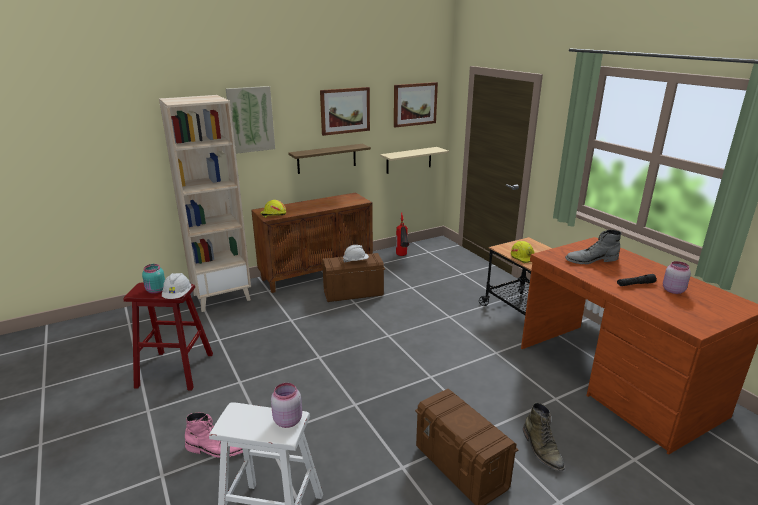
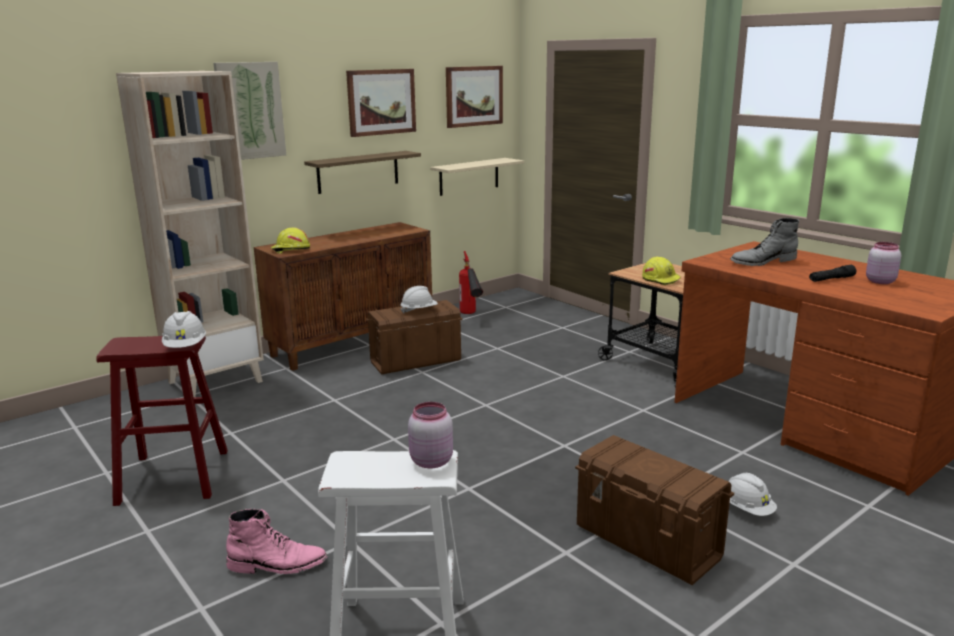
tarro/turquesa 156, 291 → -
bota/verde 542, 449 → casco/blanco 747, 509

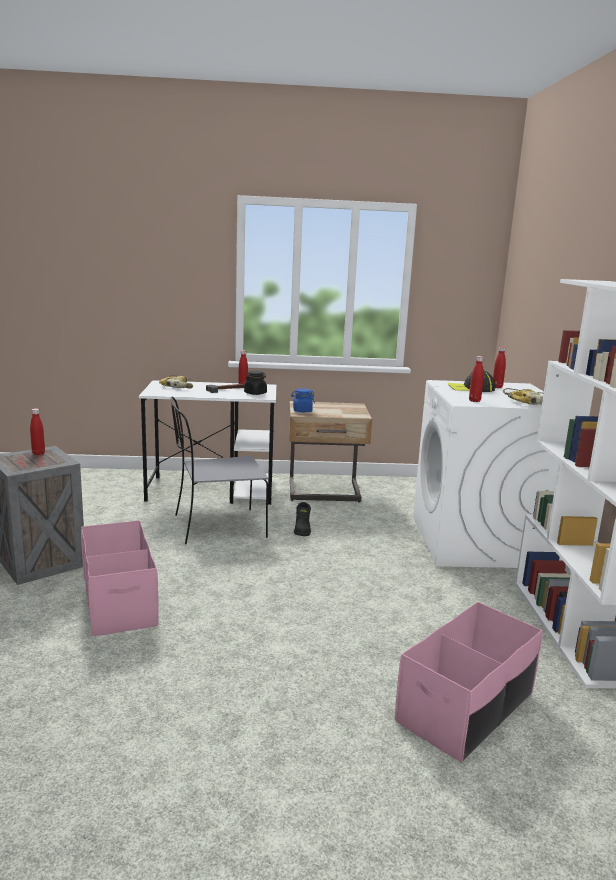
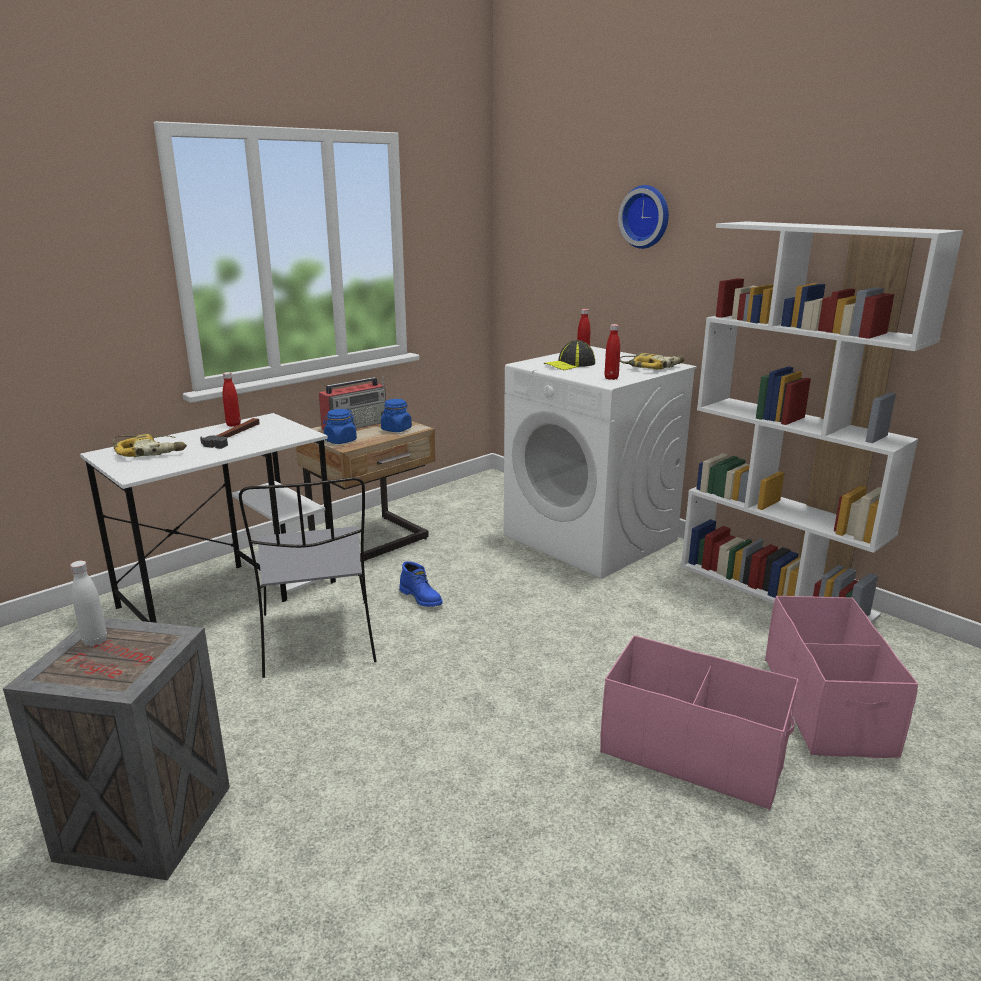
botella/rojo 38, 453 → botella/blanco 95, 641
caja de almacenaje/rosa 119, 601 → caja de almacenaje/rosa 692, 752, move
silla/gris 217, 527 → silla/gris 318, 640, 45 degrees counterclockwise
tarro/negro 255, 393 → -
bota/negro 302, 530 → bota/azul 421, 598
- → radio 356, 425
- → tarro/azul 396, 429
- → reloj de pared 646, 217

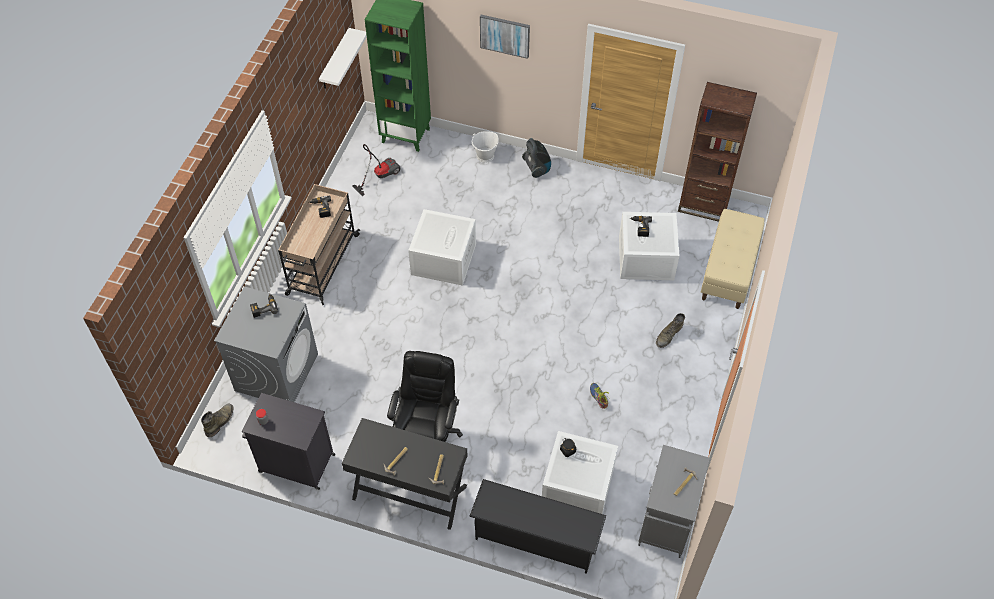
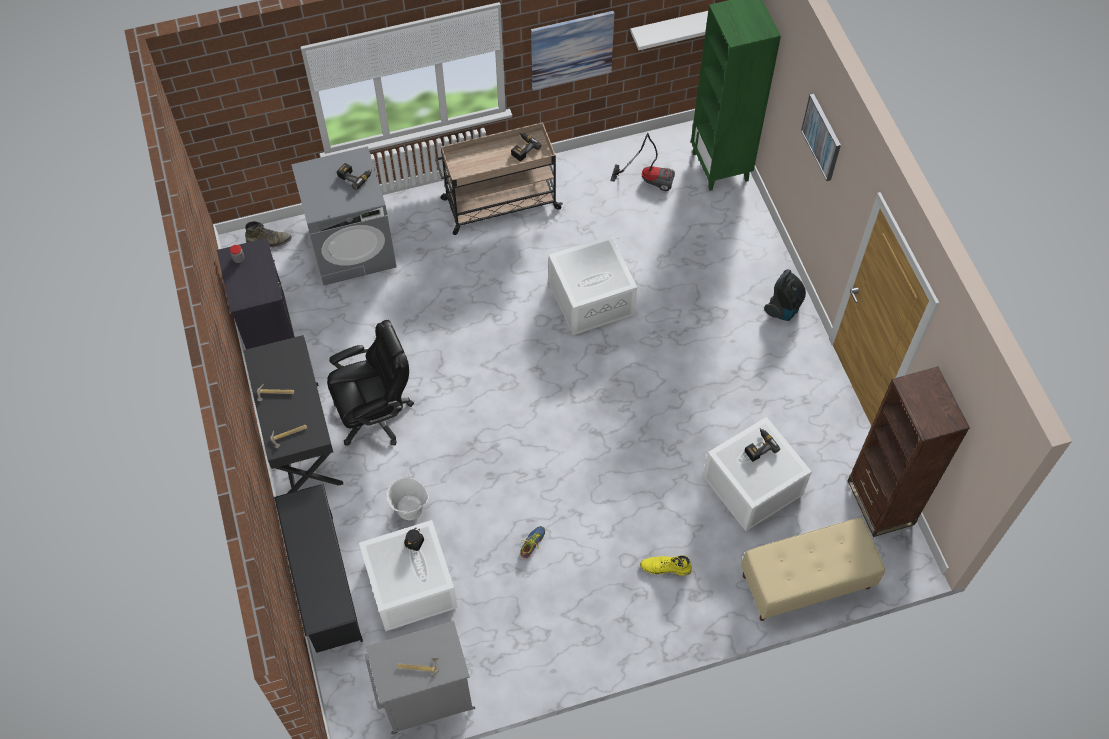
cubo/blanco 485, 156 → cubo/blanco 409, 508, move
bota/verde 668, 335 → bota/amarillo 665, 567
- → cuadro 571, 50

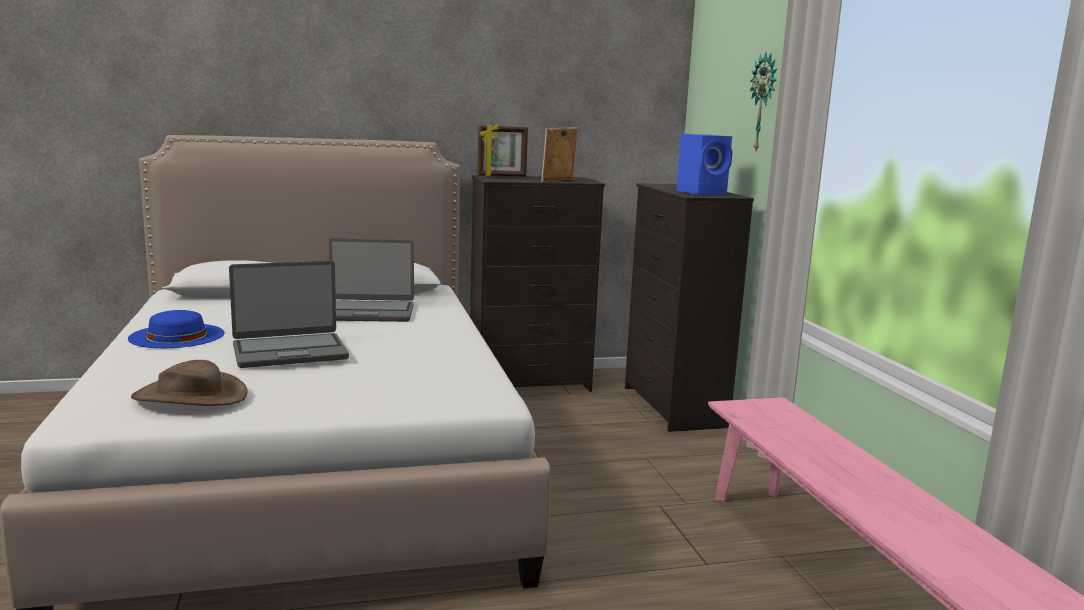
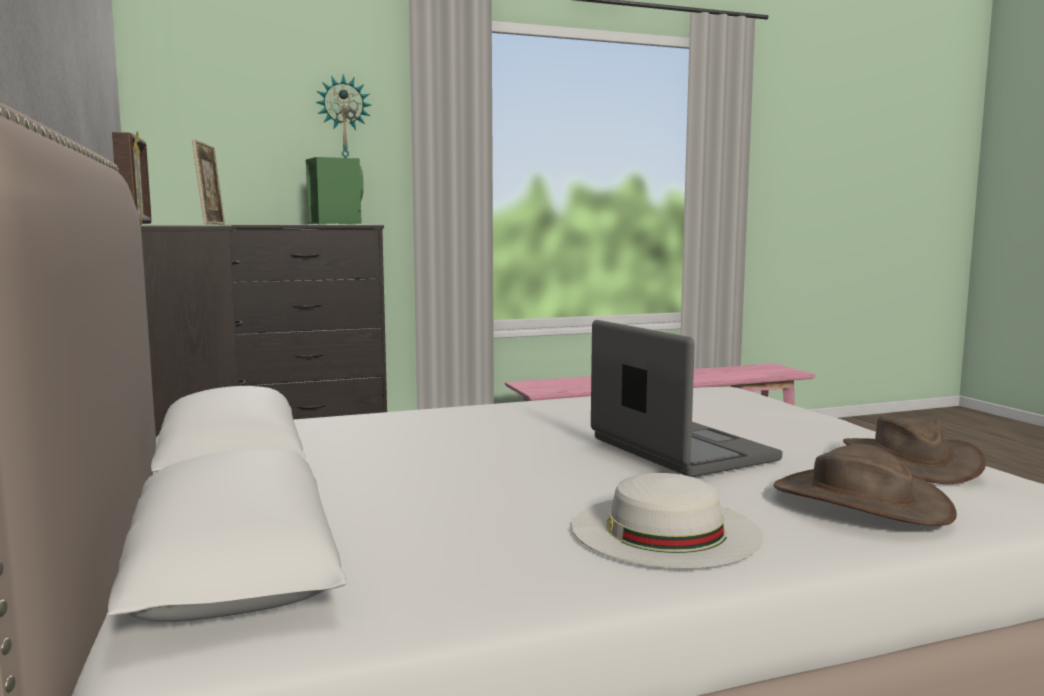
sombrero/azul 177, 336 → sombrero/blanco 665, 530
portátil 369, 312 → -
portarretratos 558, 181 → portarretratos 212, 224, 135 degrees counterclockwise
altavoz/azul 703, 193 → altavoz/verde 335, 224
- → sombrero/marrón 859, 501

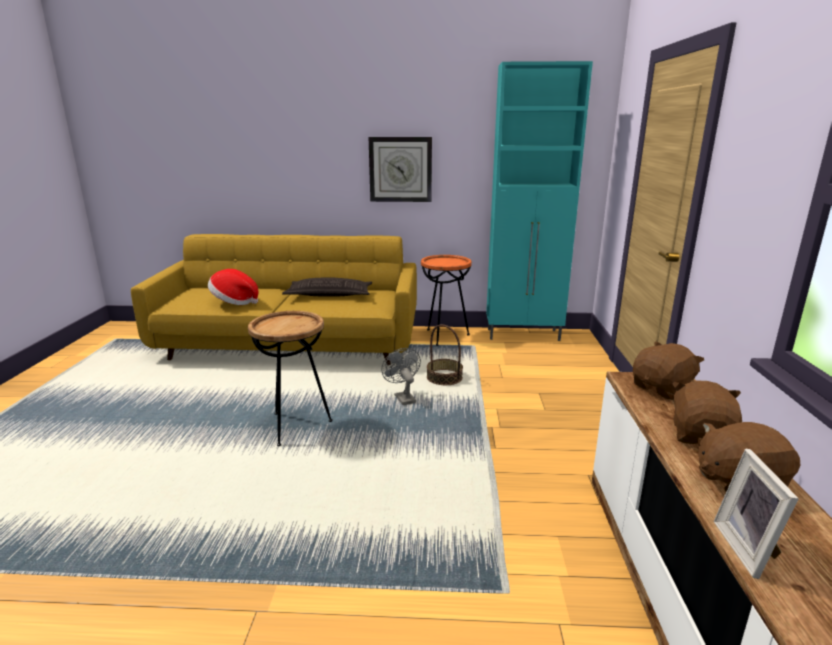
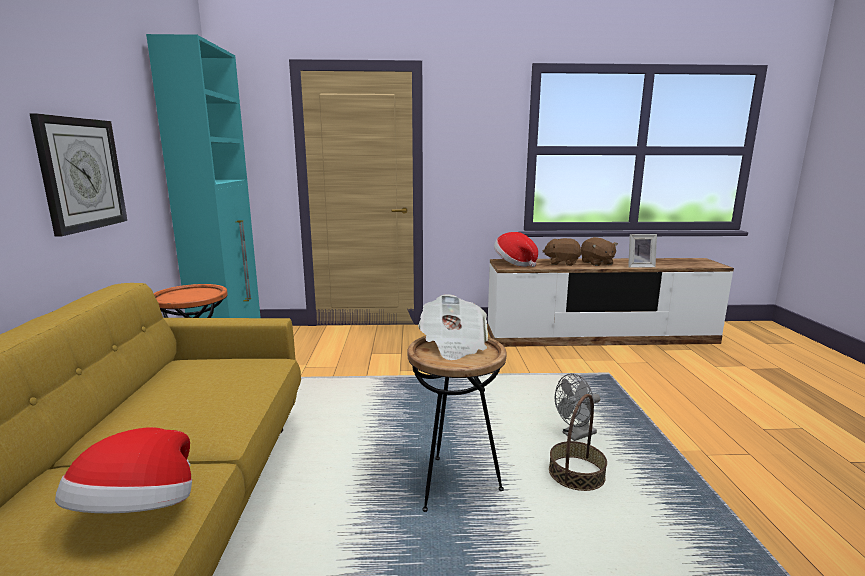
cojín 329, 295 → -
ventilador/gris 403, 397 → ventilador/gris 575, 435, move
cesta 444, 377 → cesta 576, 473, move
peluche/marrón 662, 389 → sombrero 514, 263
- → periódico 453, 345

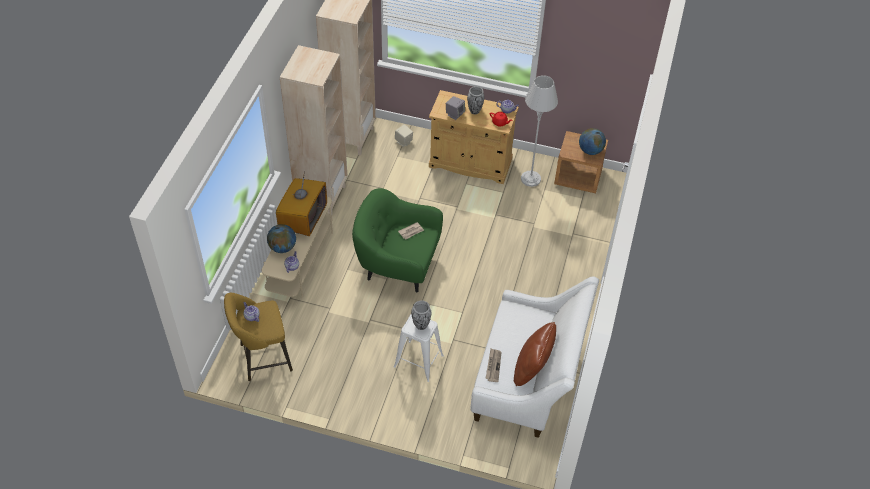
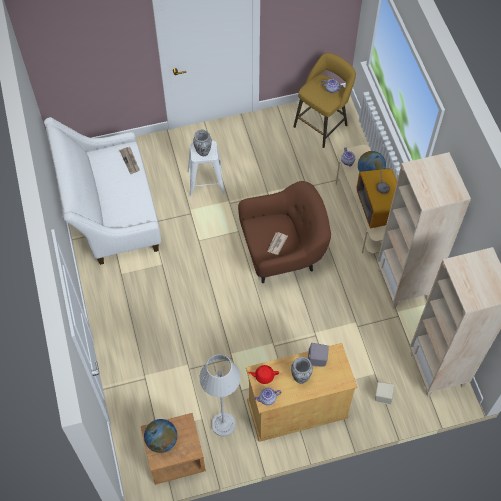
sillón/verde 397, 265 → sillón/marrón 282, 253
cojín/marrón 532, 368 → -

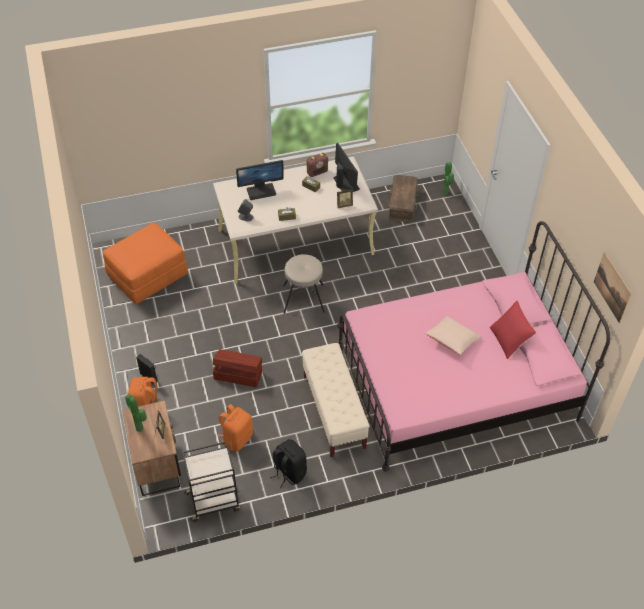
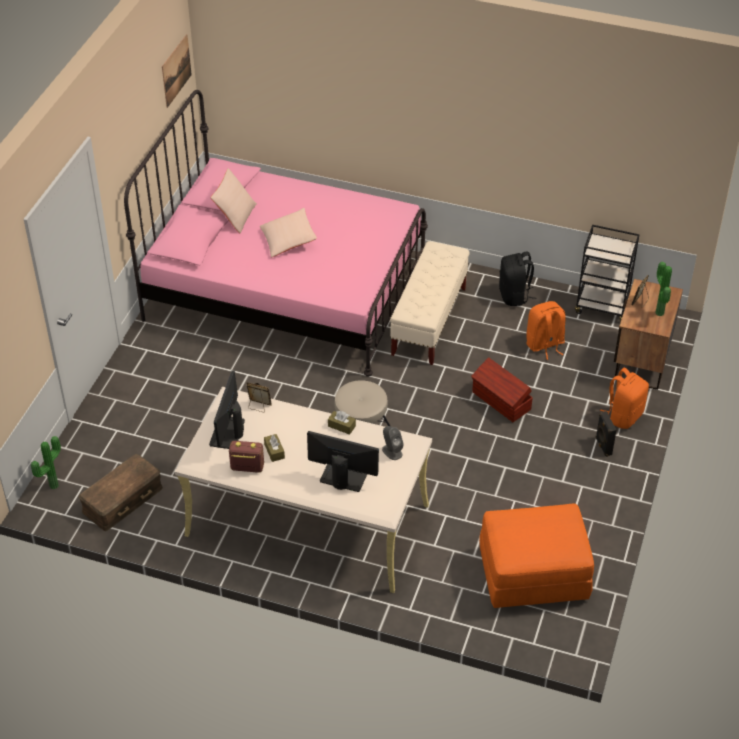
cojín/rojo 509, 340 → cojín/beis 235, 216

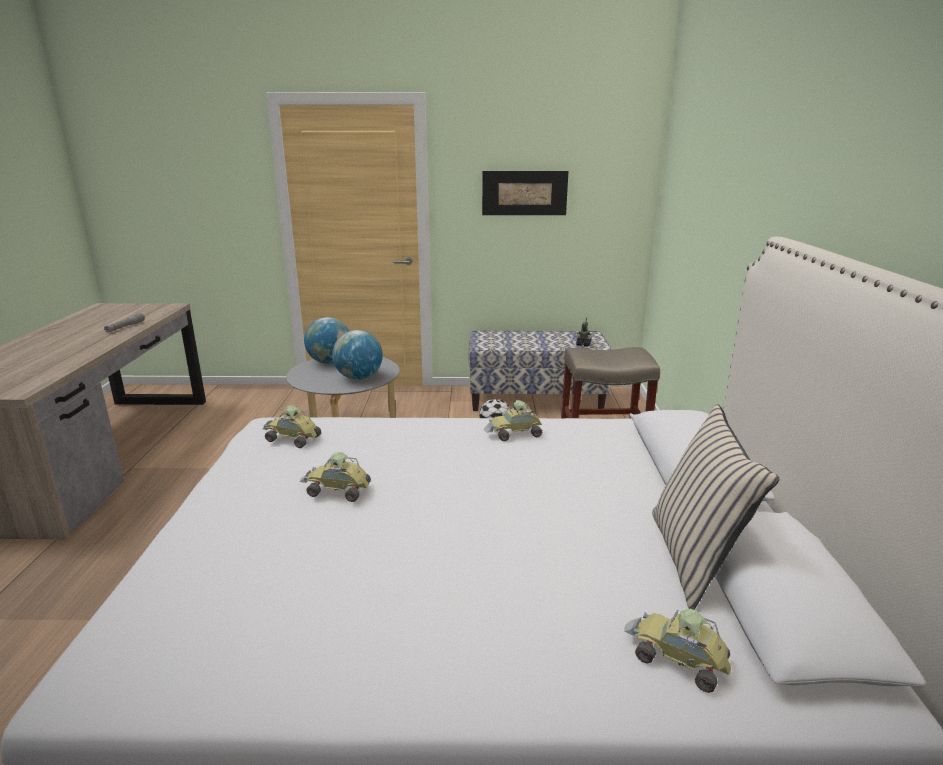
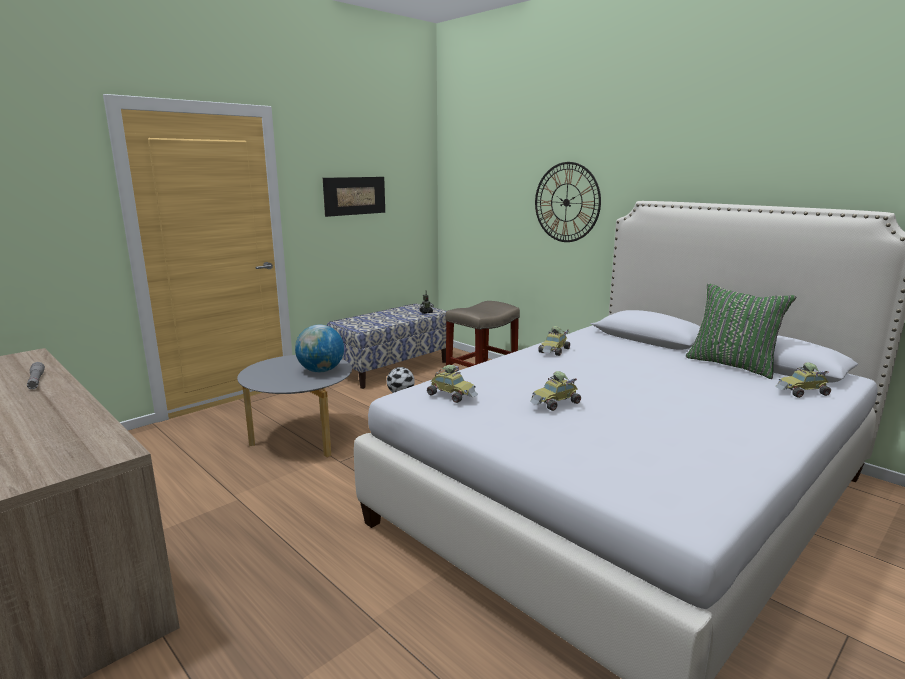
coche de juguete 291, 438 → coche de juguete 452, 395, 120 degrees counterclockwise
globo terráqueo 330, 362 → -
cojín/beis 695, 558 → cojín/verde 732, 365
- → reloj de pared 566, 202

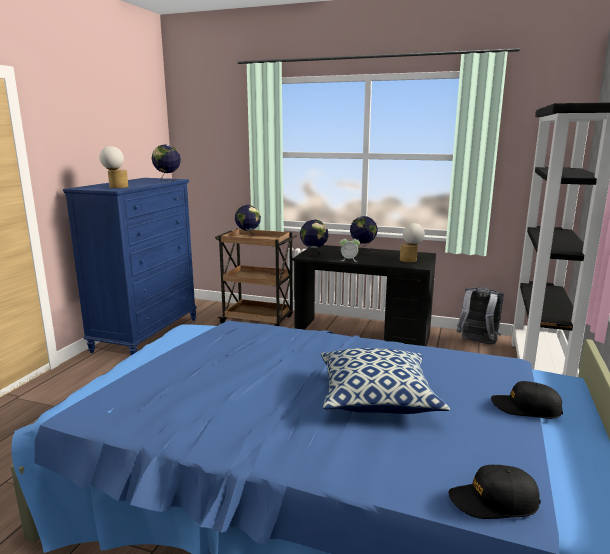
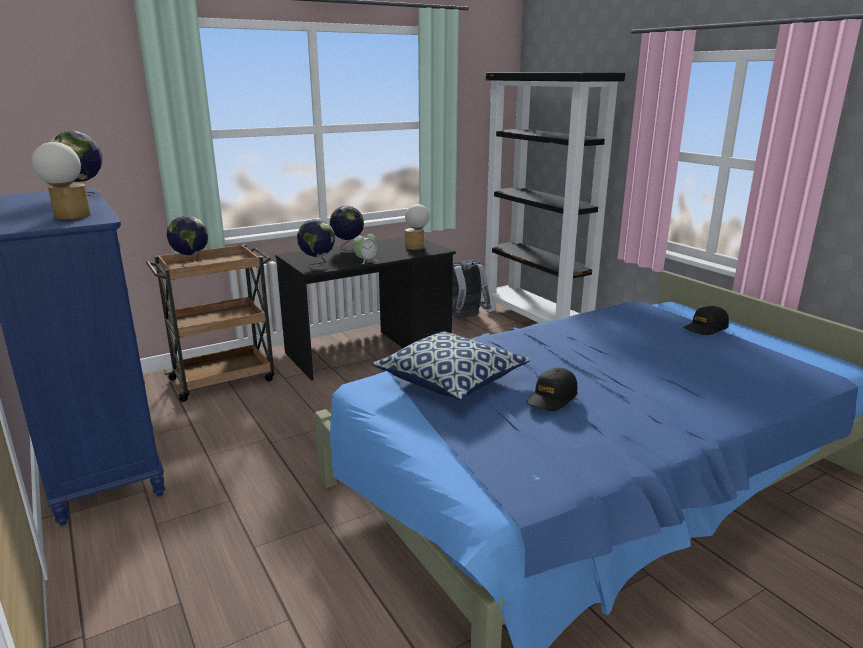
cojín 377, 397 → cojín 451, 381, move
gorra/negro 493, 502 → gorra/negro 552, 398, move

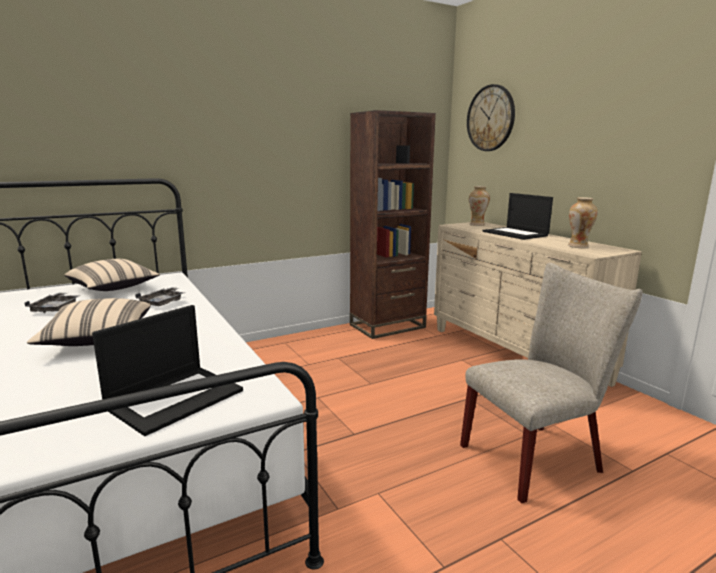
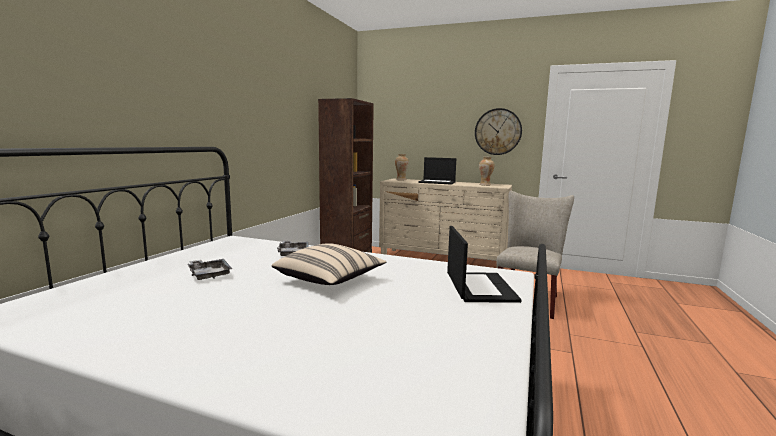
cojín/beis 113, 288 → -
reloj de pared 490, 118 → reloj de pared 498, 131, move

